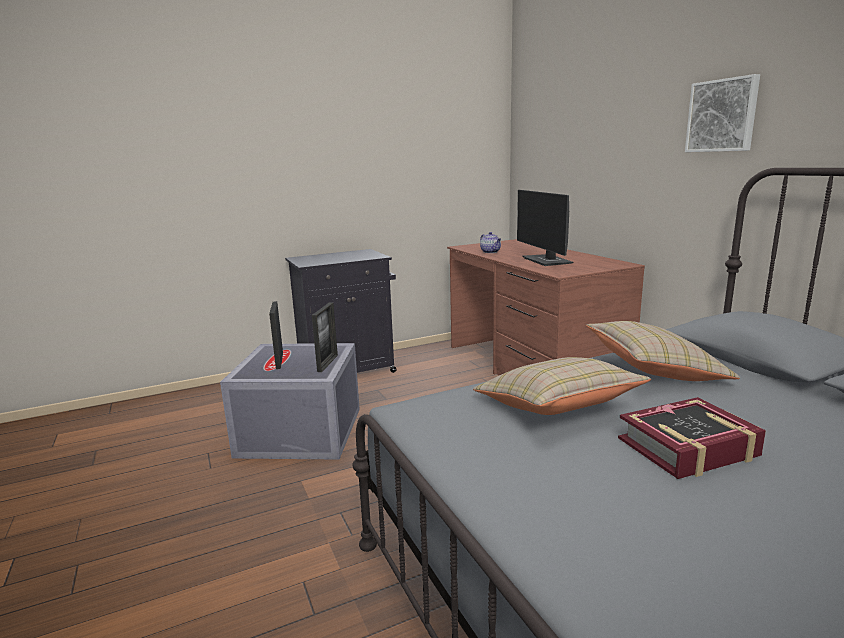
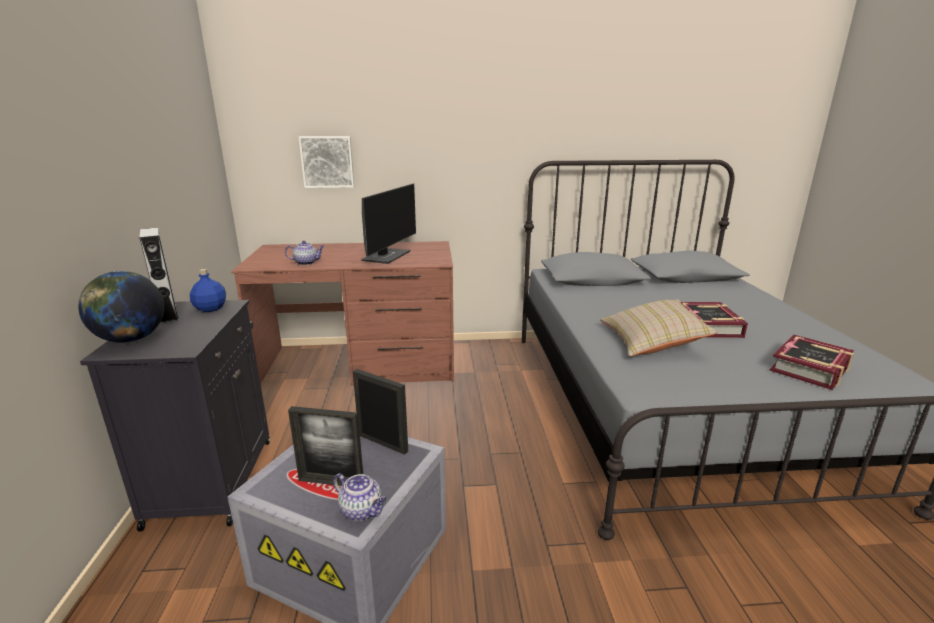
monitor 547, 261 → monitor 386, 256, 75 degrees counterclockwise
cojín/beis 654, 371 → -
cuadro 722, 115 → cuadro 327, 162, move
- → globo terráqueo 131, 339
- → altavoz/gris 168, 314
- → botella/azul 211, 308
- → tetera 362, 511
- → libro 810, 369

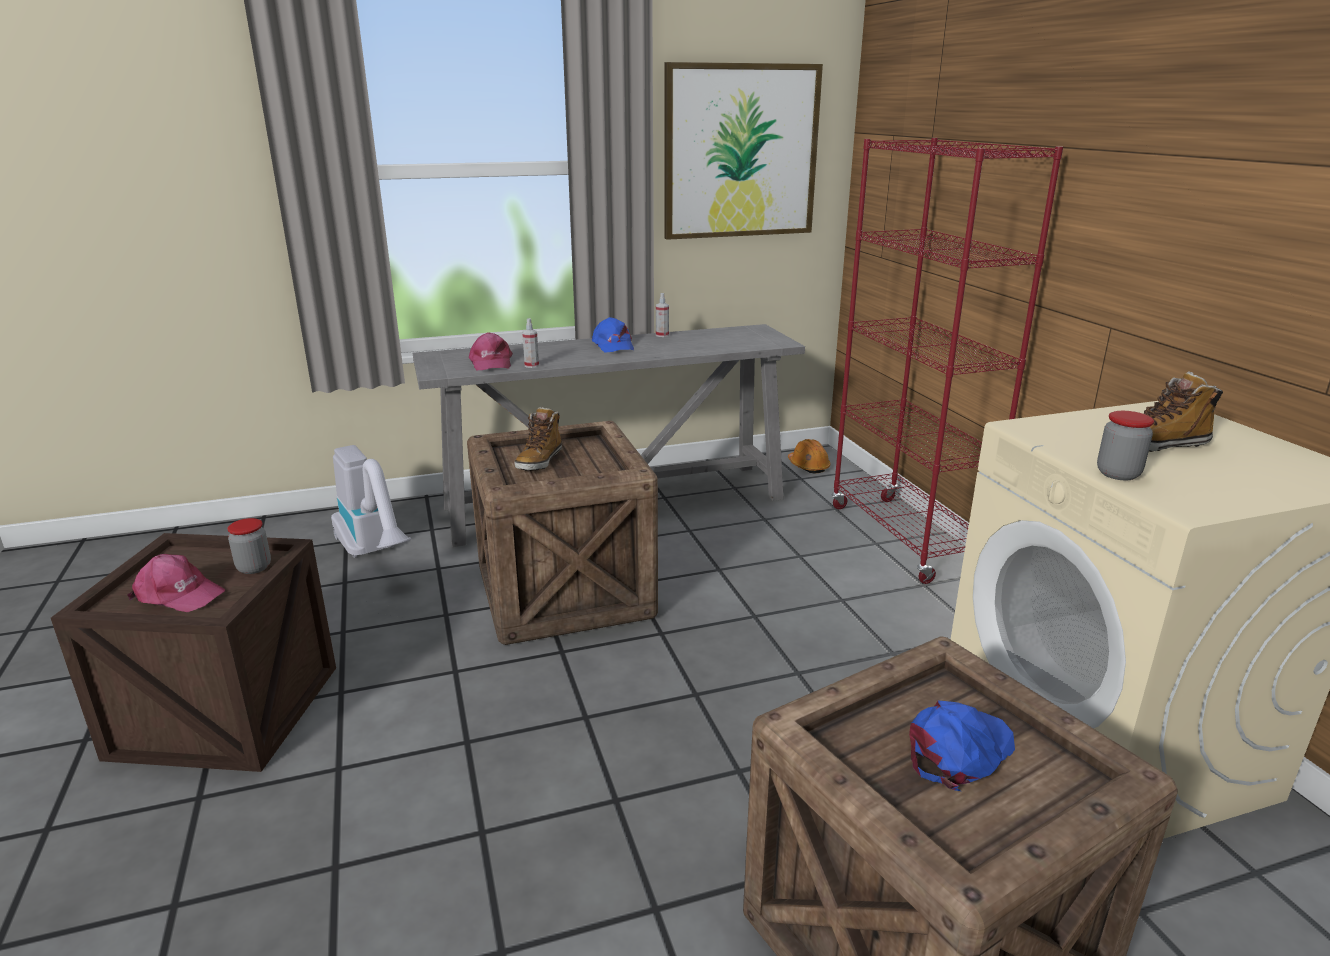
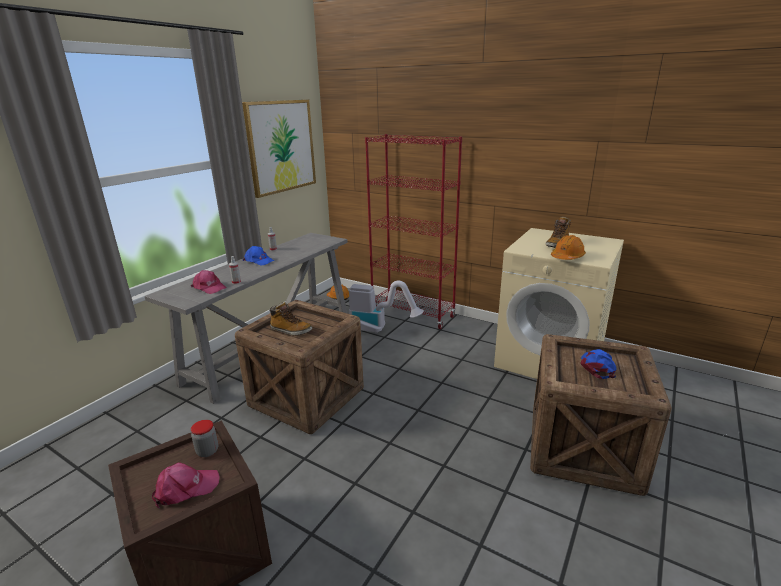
aspiradora 375, 552 → aspiradora 379, 329, move
bota 539, 461 → bota 290, 331, 45 degrees counterclockwise
tarro 1118, 474 → casco/naranja 567, 257

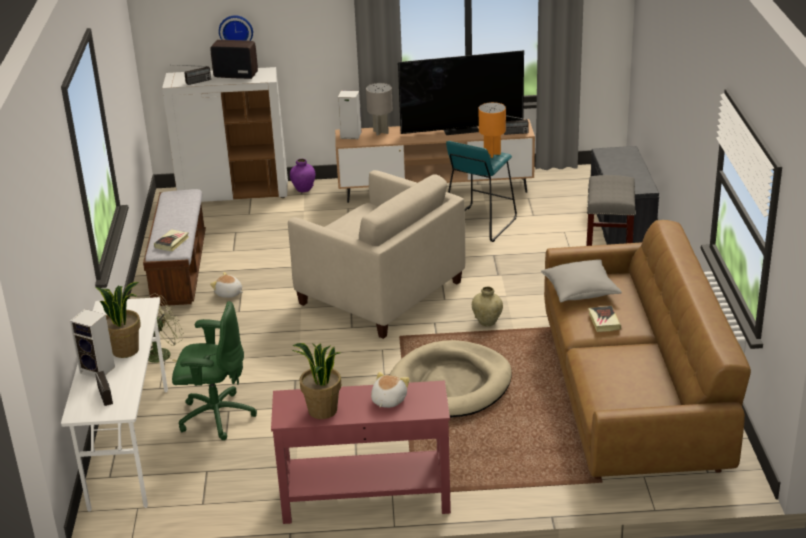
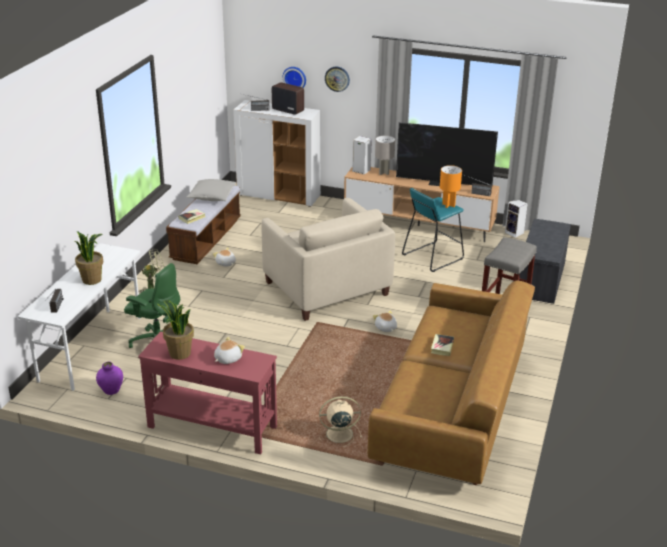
altavoz 99, 370 → altavoz 515, 233, move
florero/morado 303, 189 → florero/morado 111, 390, move
cama para perro/beis 450, 384 → -
florero/beis 487, 322 → peluche 385, 328
cojín/gris 580, 291 → cojín/gris 212, 197, move
- → ventilador/beis 338, 434
- → reloj de pared 337, 78

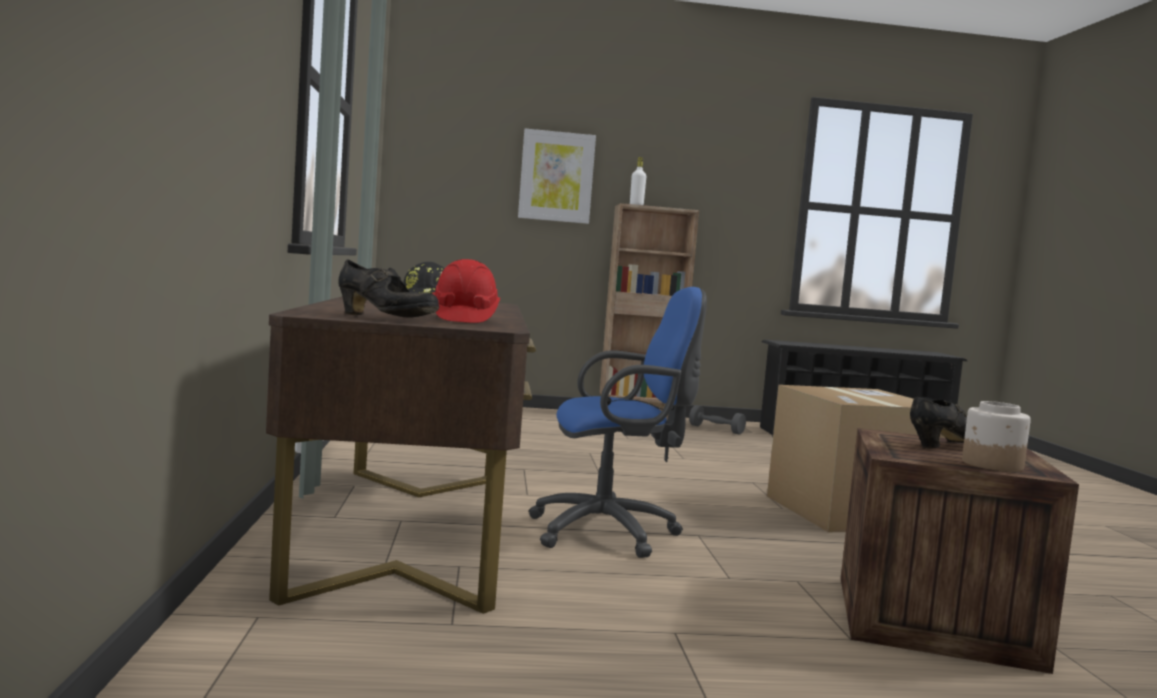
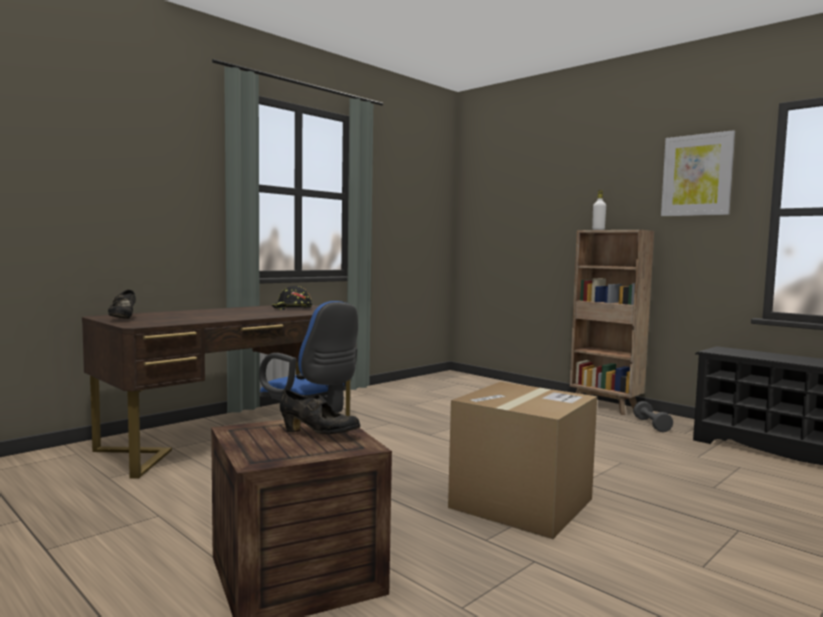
casco/rojo 463, 319 → -
cuadro 556, 176 → cuadro 697, 175, move
tarro 992, 465 → -

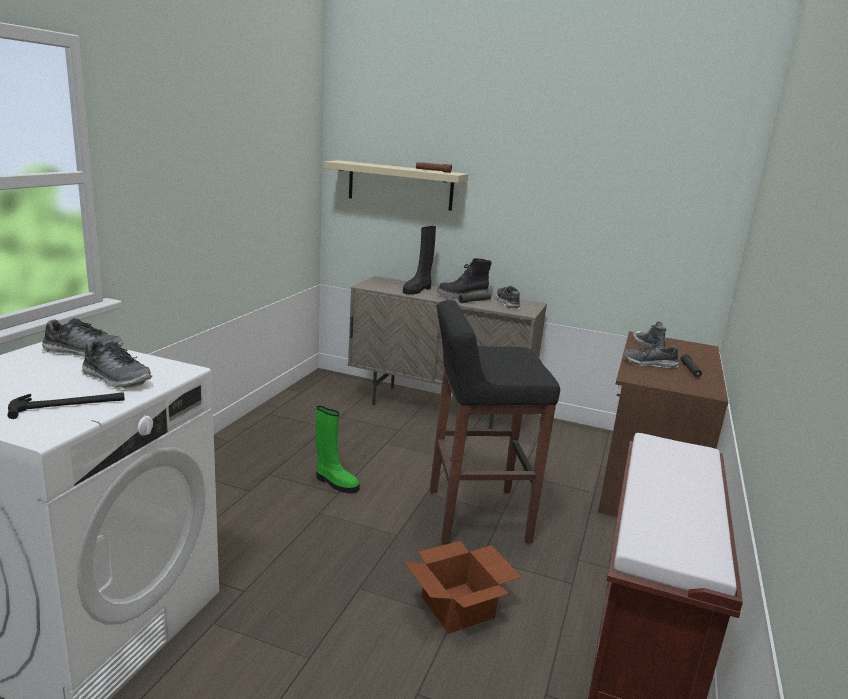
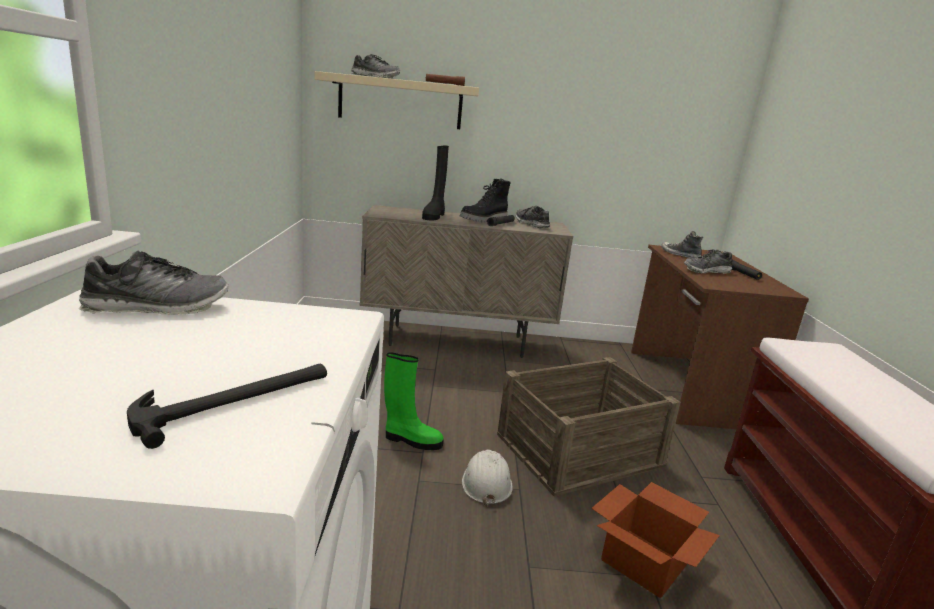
zapato 117, 379 → zapato 375, 77, move
taburete/negro 475, 515 → caja de embalaje 577, 449
- → casco/blanco 486, 482

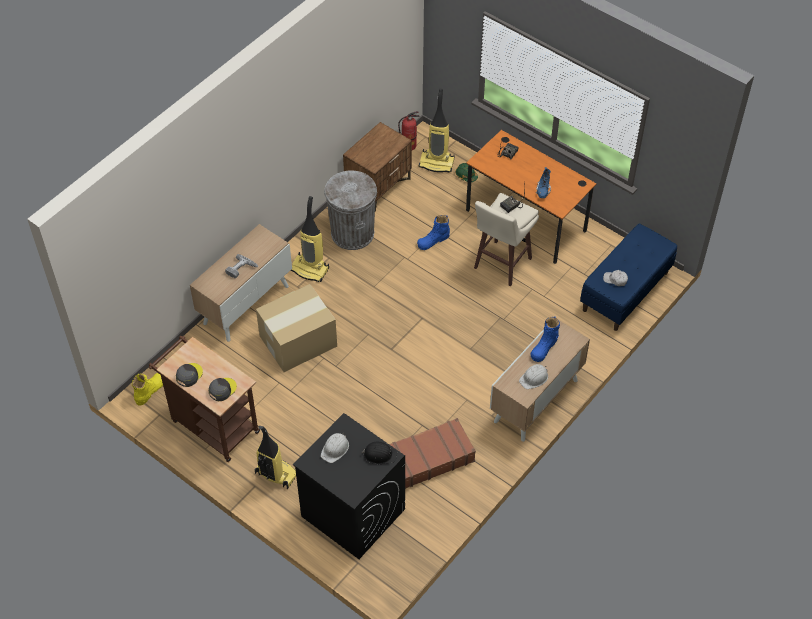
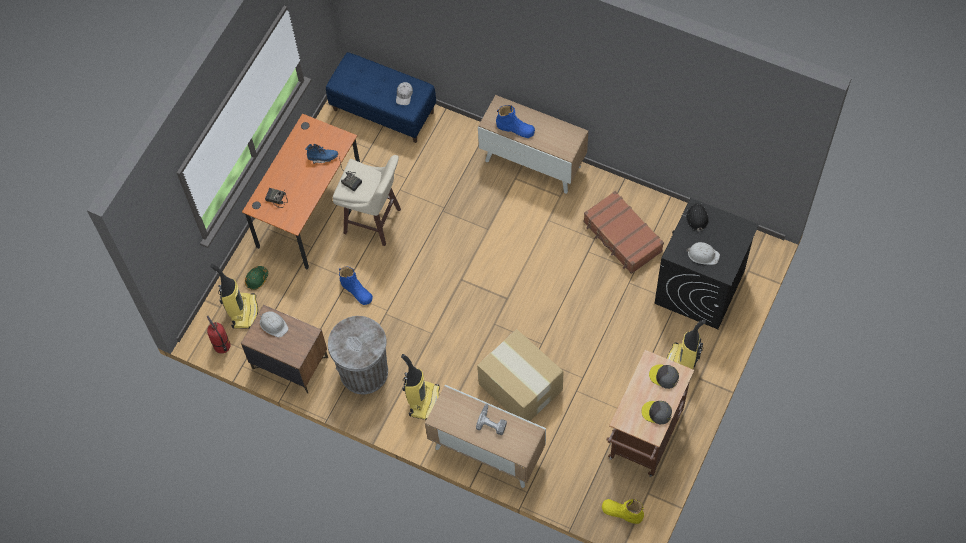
casco/blanco 534, 378 → casco/blanco 273, 324, move

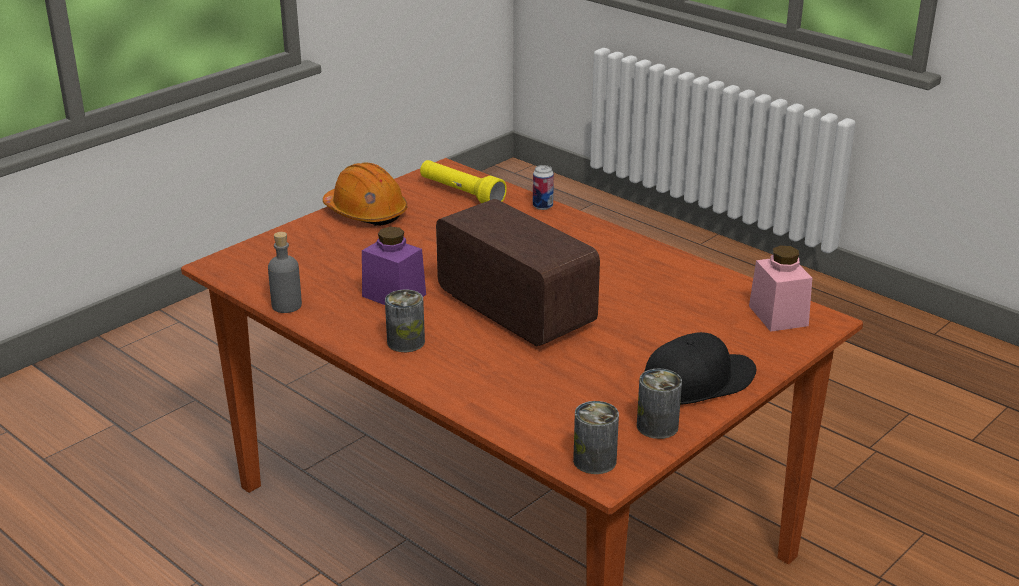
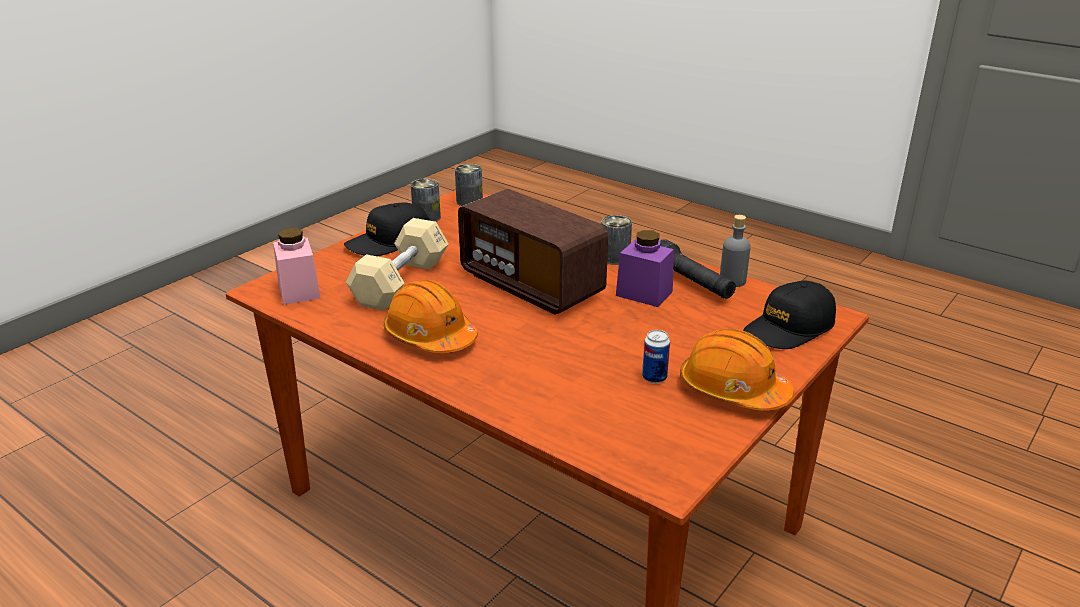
linterna/amarillo 461, 193 → -
lata 542, 206 → lata 654, 378, move
- → mancuerna/beis 401, 282
- → casco/naranja 430, 336
- → linterna/negro 692, 284
- → gorra/negro 789, 328

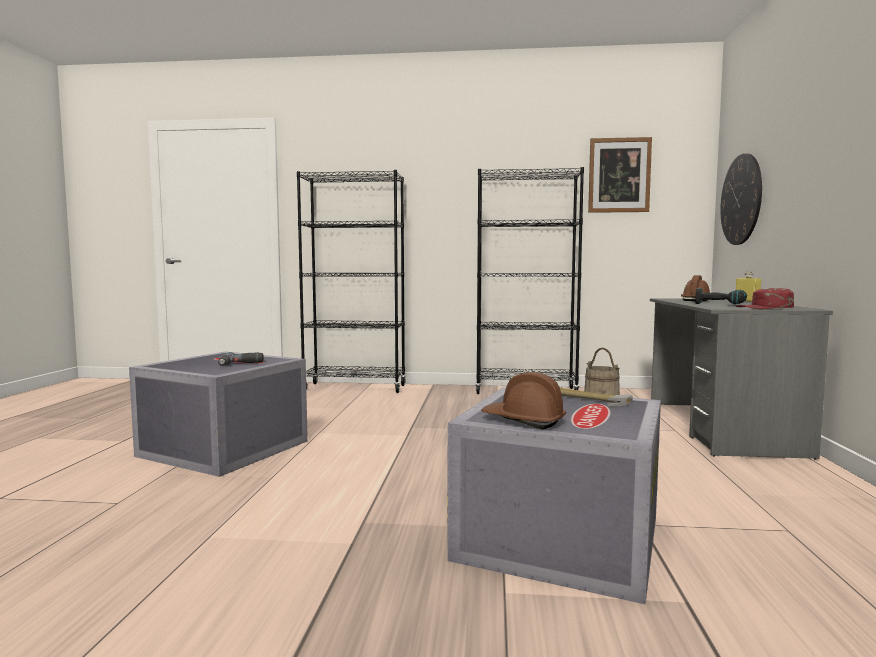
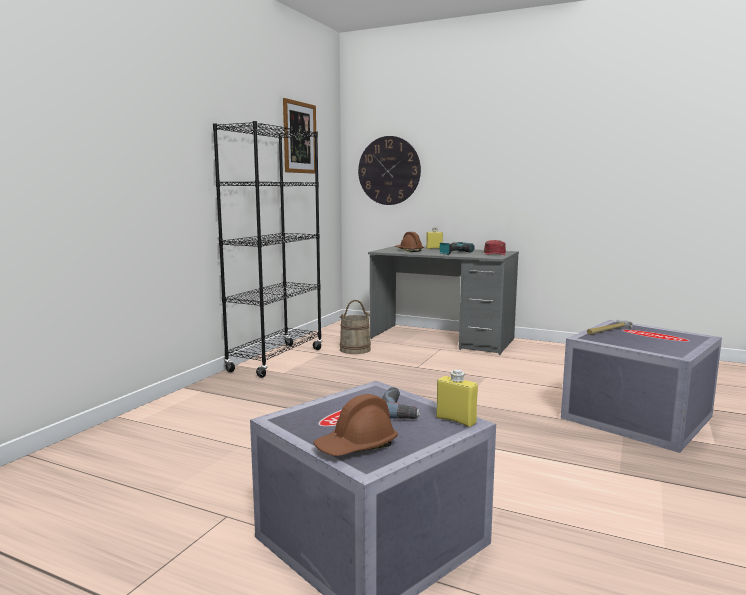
estantería/negro 355, 388 → -
casco/marrón 523, 421 → casco/marrón 356, 446, move
- → botella/amarillo 456, 420

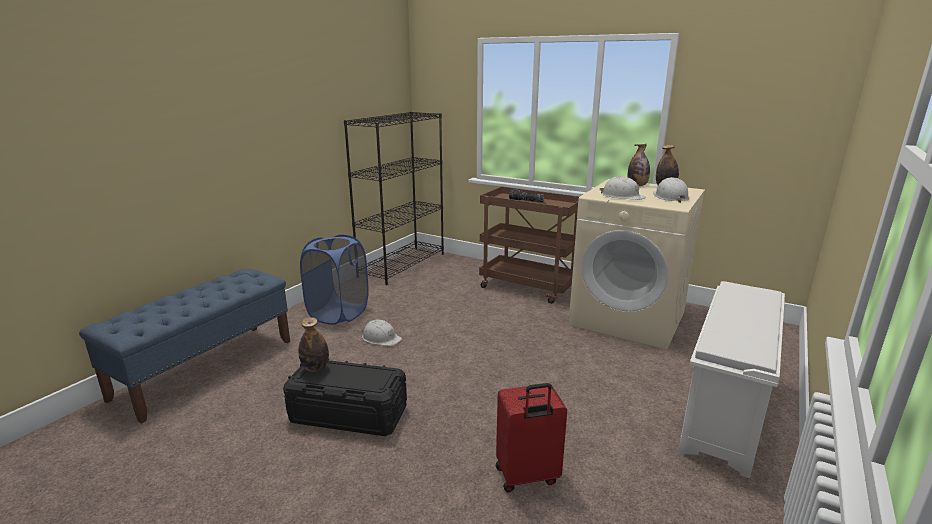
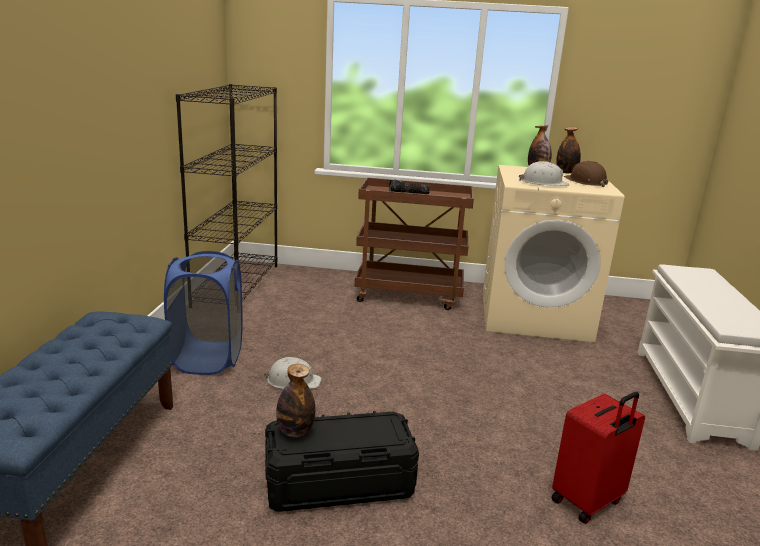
casco/blanco 670, 197 → casco/marrón 585, 181

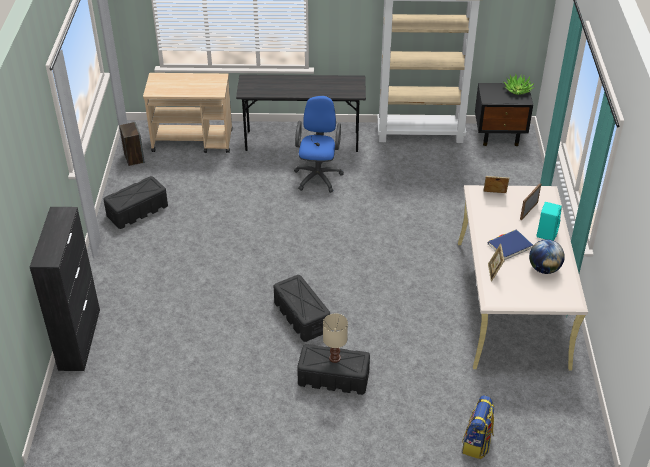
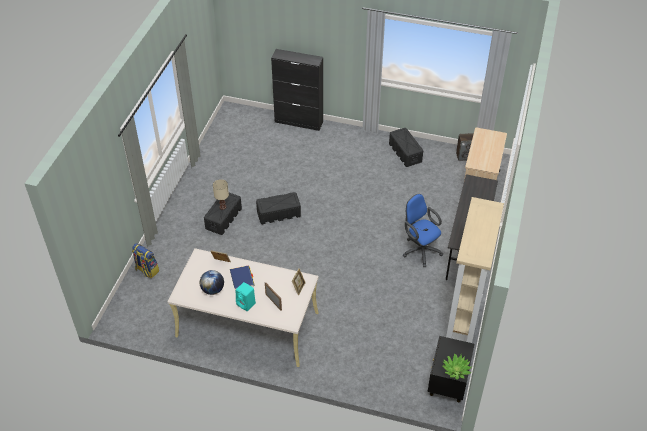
silla de oficina/azul 318, 176 → silla de oficina/azul 420, 250, 150 degrees counterclockwise

